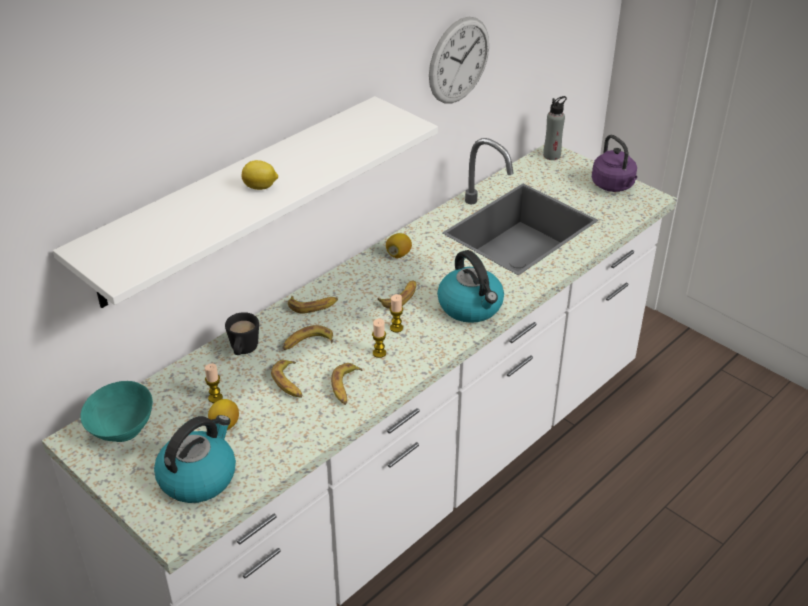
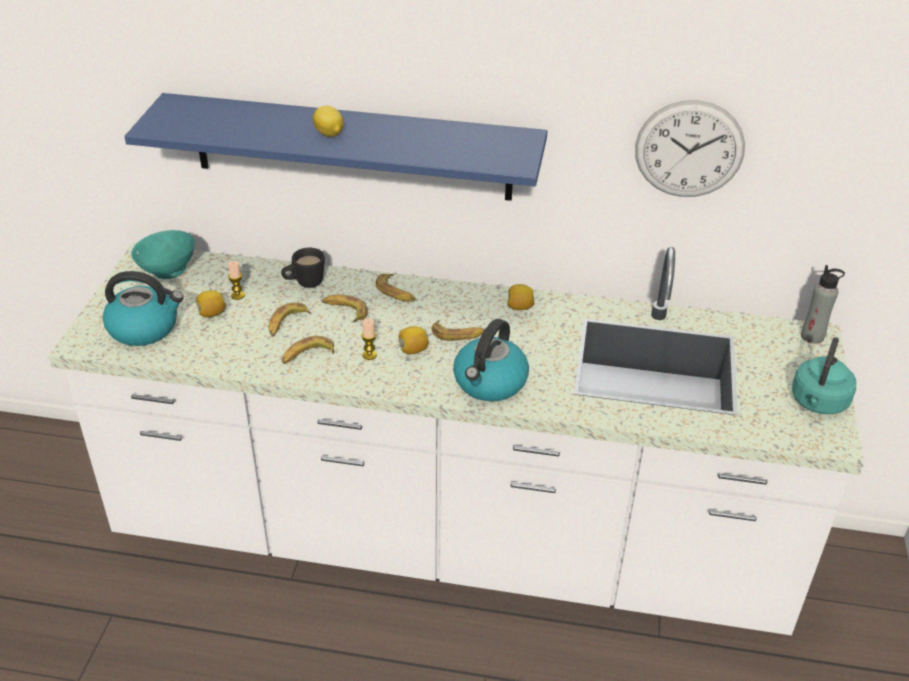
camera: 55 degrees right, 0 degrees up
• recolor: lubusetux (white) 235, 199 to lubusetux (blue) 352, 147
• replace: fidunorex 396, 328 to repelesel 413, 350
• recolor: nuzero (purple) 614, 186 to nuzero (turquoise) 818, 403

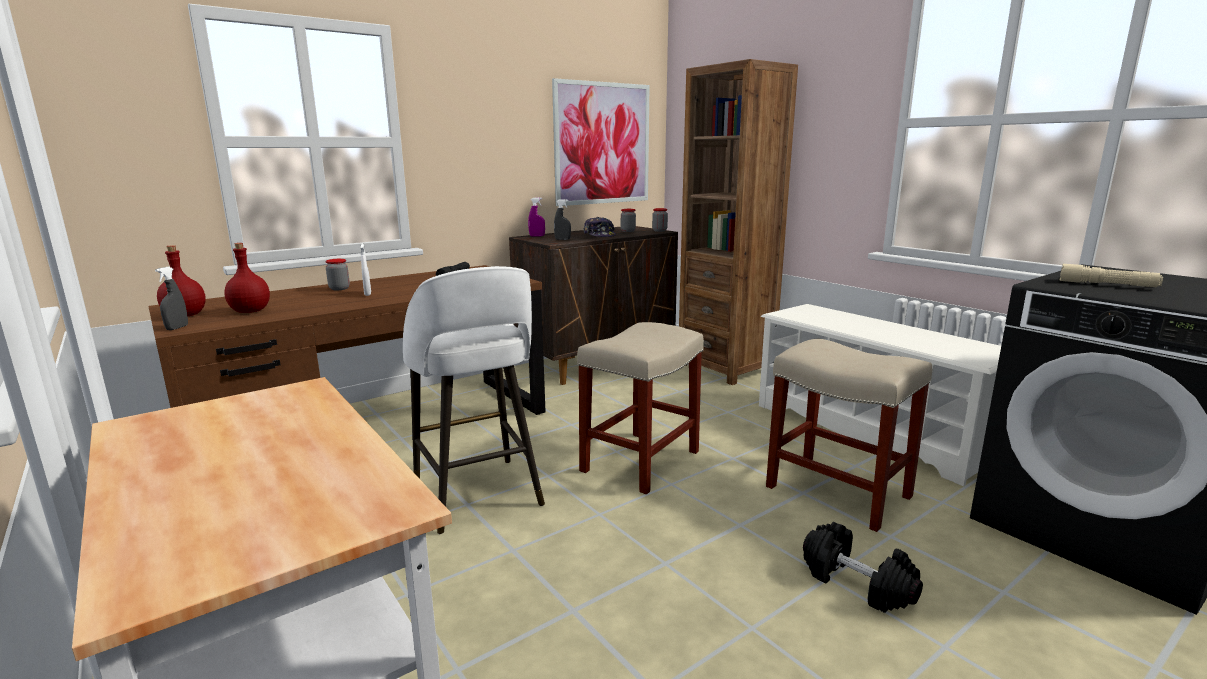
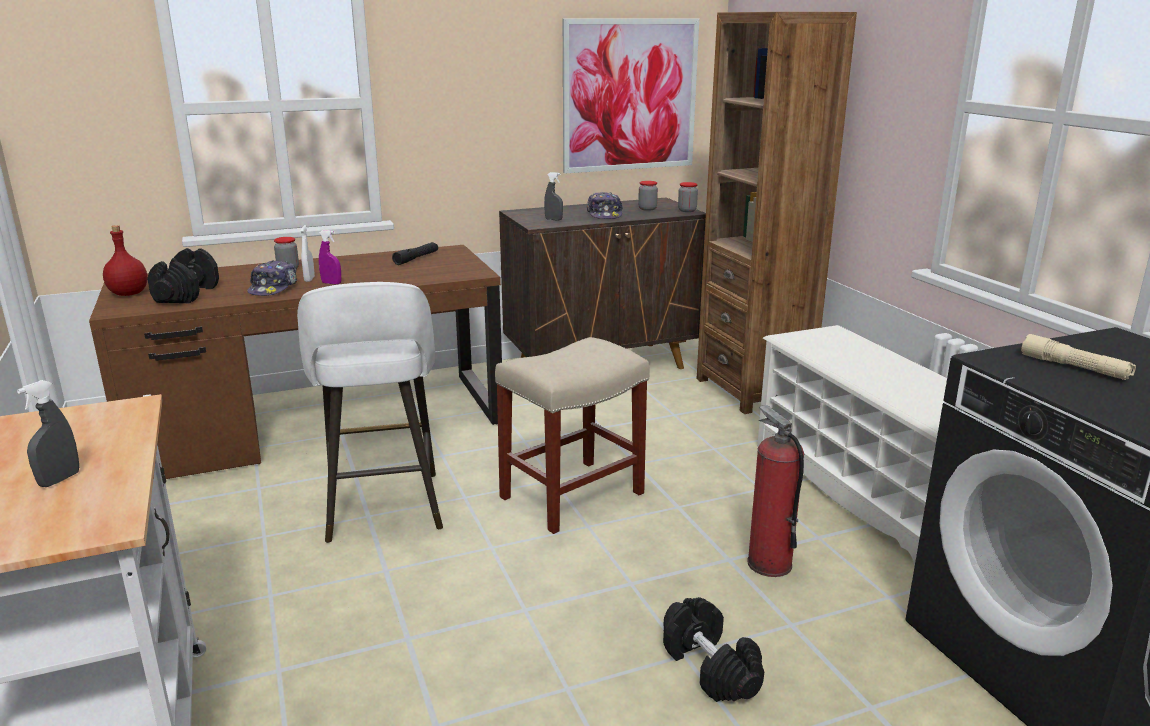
camera: 15 degrees right, 5 degrees up
• move: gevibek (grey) 177, 328 to 59, 480
• replace: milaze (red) 250, 311 to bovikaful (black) 186, 294
• insert: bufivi 274, 288
• move: gevibek (purple) 537, 236 to 331, 283
• replace: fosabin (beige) 835, 491 to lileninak 768, 563

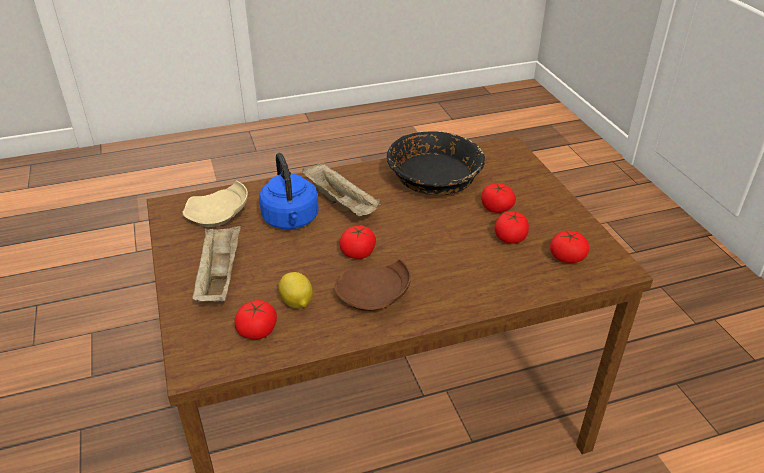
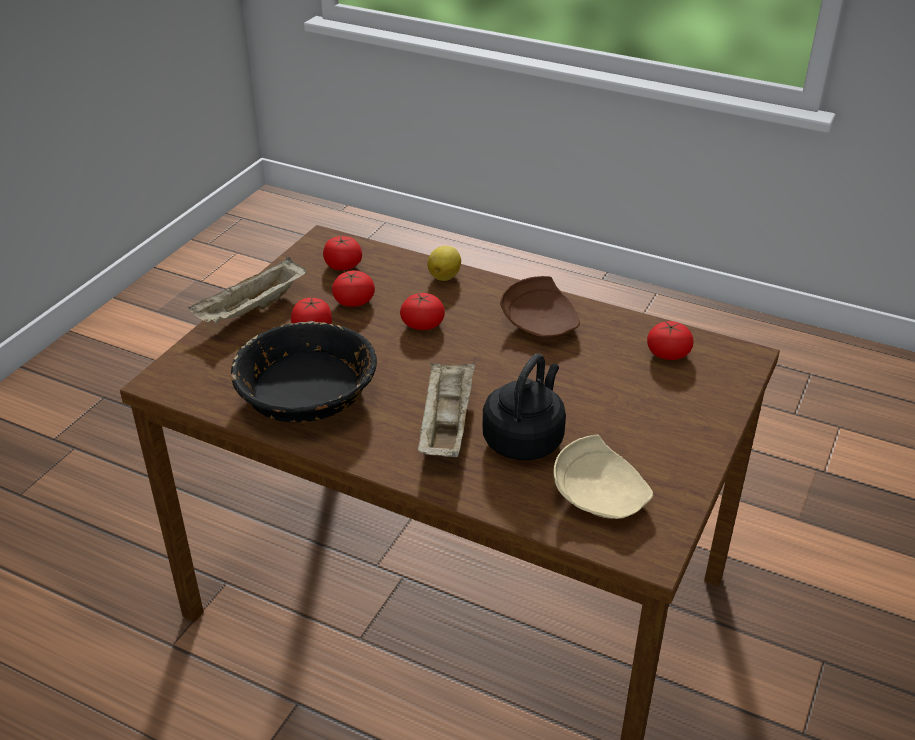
camera: 135 degrees left, 0 degrees up
• move: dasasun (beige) 219, 276 to 252, 310
• move: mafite 358, 252 to 422, 324
• move: repelesel 296, 303 to 445, 276
• recolor: nuzero (blue) 291, 220 to nuzero (black) 525, 438

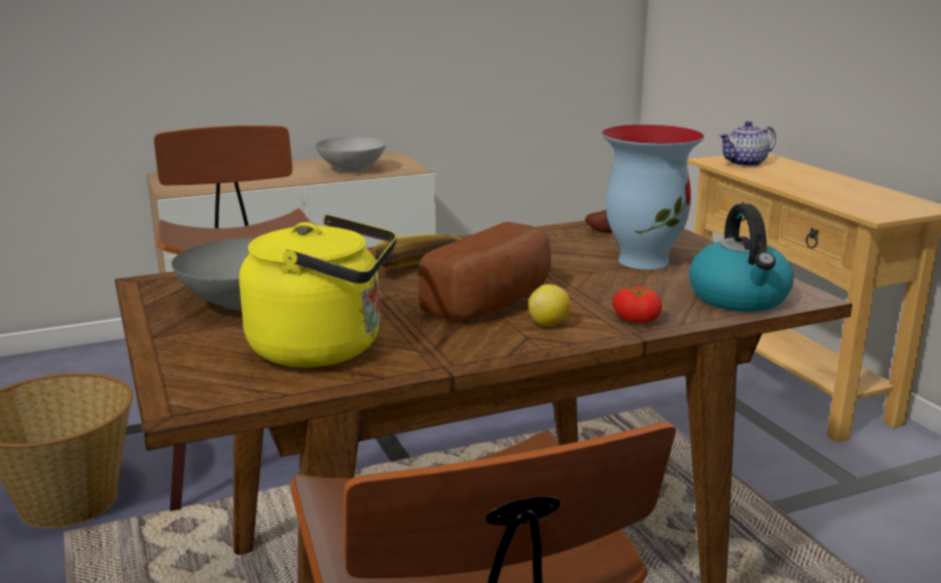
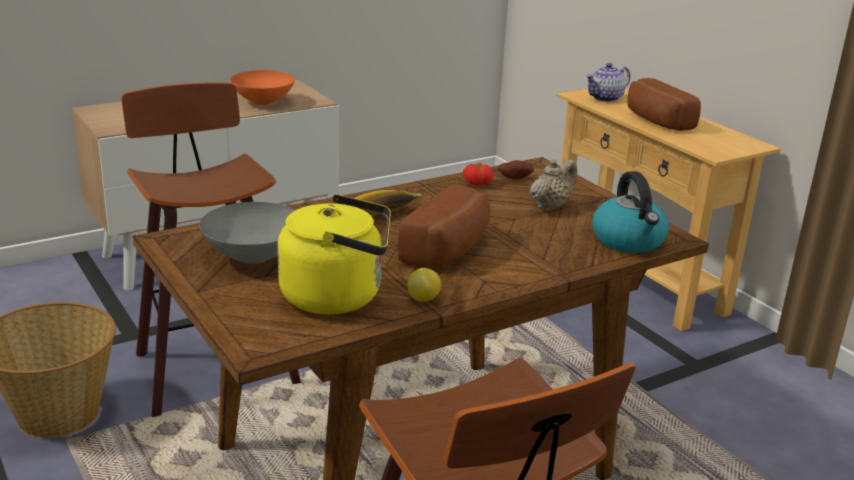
camera: 10 degrees left, 5 degrees up
• recolor: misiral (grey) 351, 169 to misiral (orange) 262, 102
• move: repelesel 549, 324 to 423, 299
• move: mafite 637, 318 to 478, 183
• replace: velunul 643, 260 to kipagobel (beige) 550, 206
• insert: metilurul 655, 121

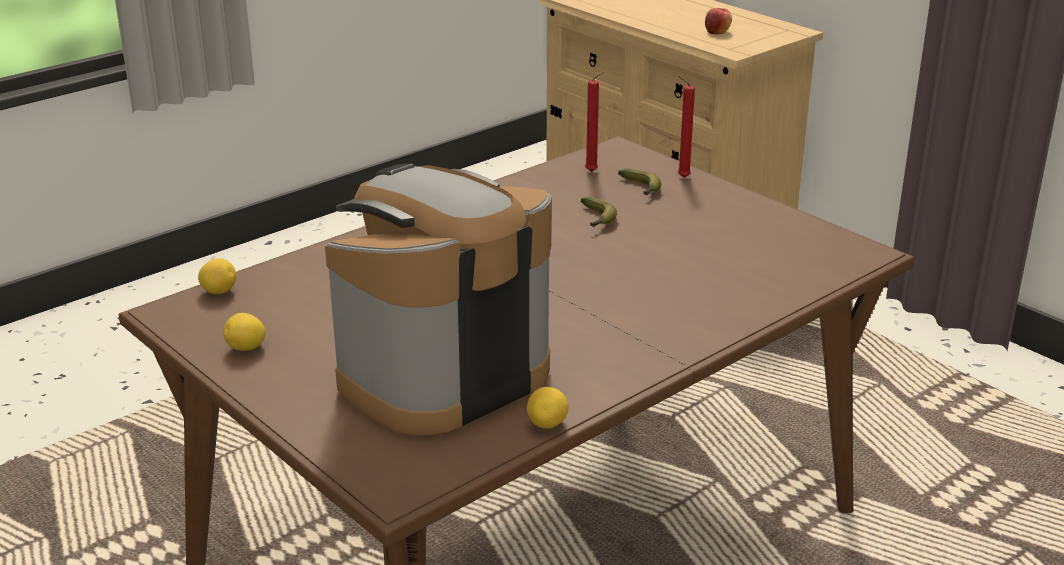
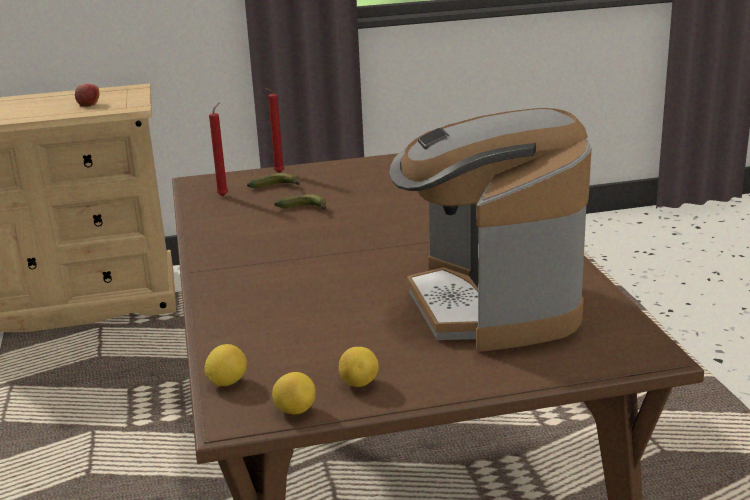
camera: 60 degrees left, 5 degrees down
• move: repelesel 547, 424 to 295, 411

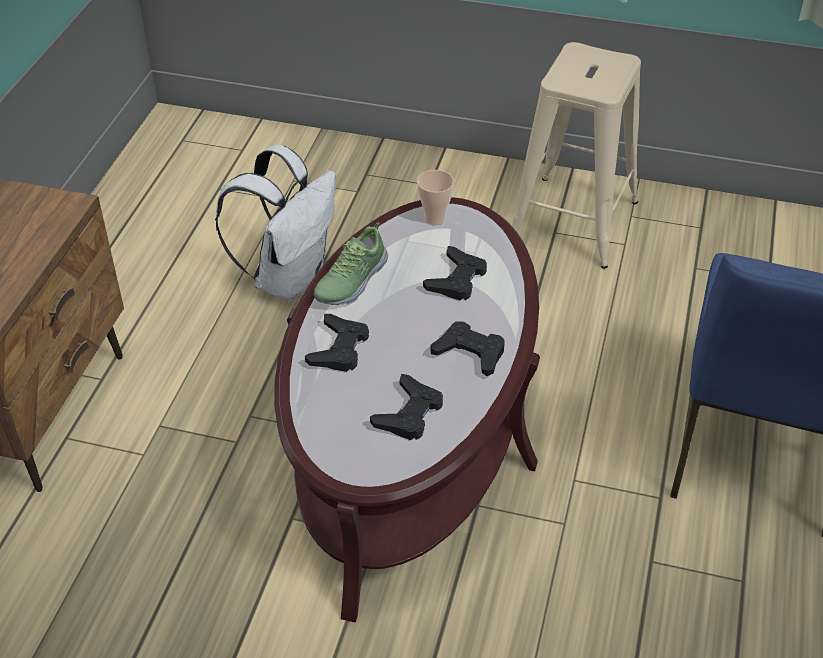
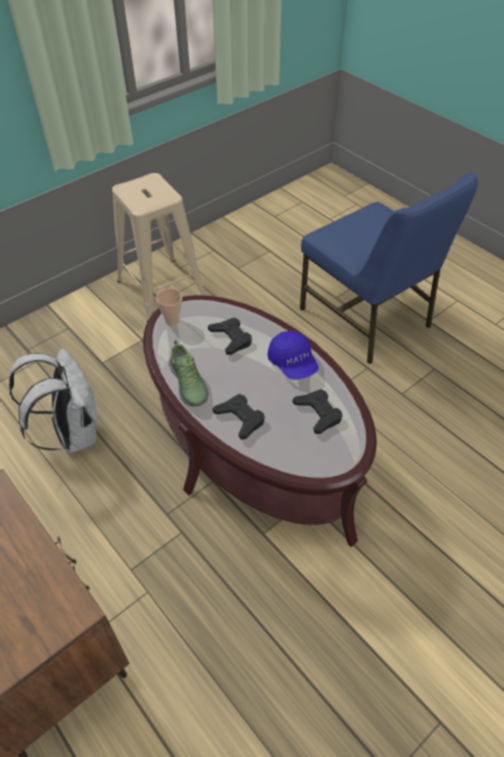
camera: 55 degrees left, 5 degrees up
• replace: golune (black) 470, 353 to bufivi (blue) 293, 363

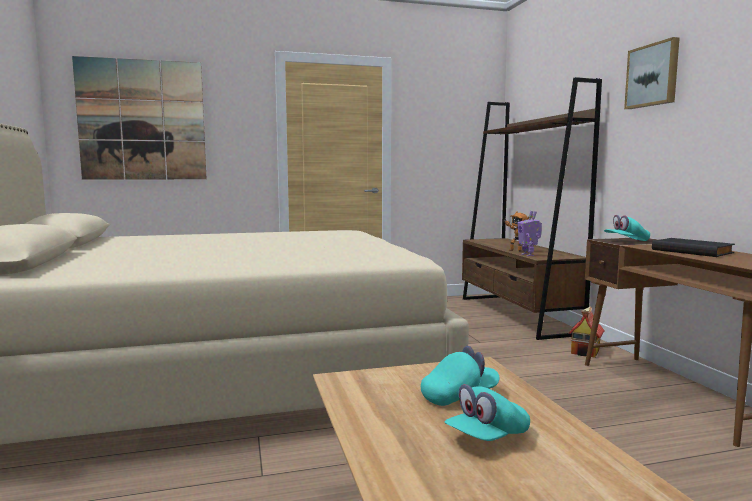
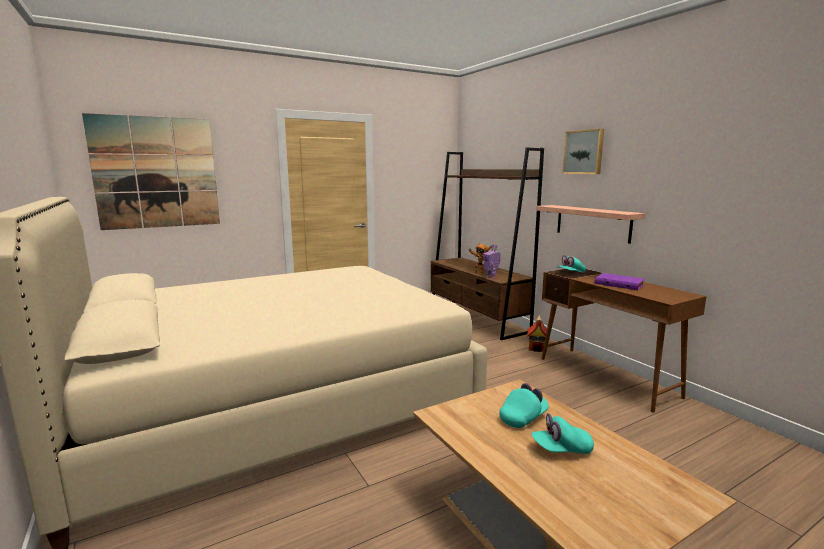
camera: 15 degrees left, 5 degrees up
• rotate: bufivi (turquoise) 487, 437 = 561, 449 45 degrees clockwise
• insert: lubusetux 592, 223
• recolor: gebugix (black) 693, 251 to gebugix (purple) 620, 284

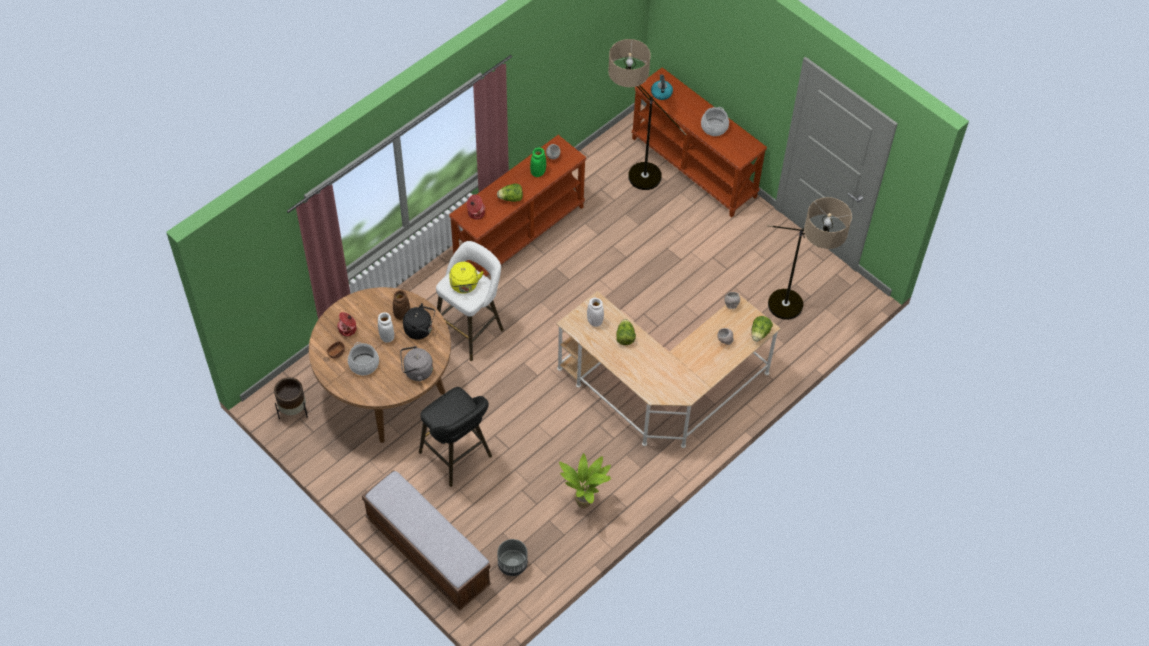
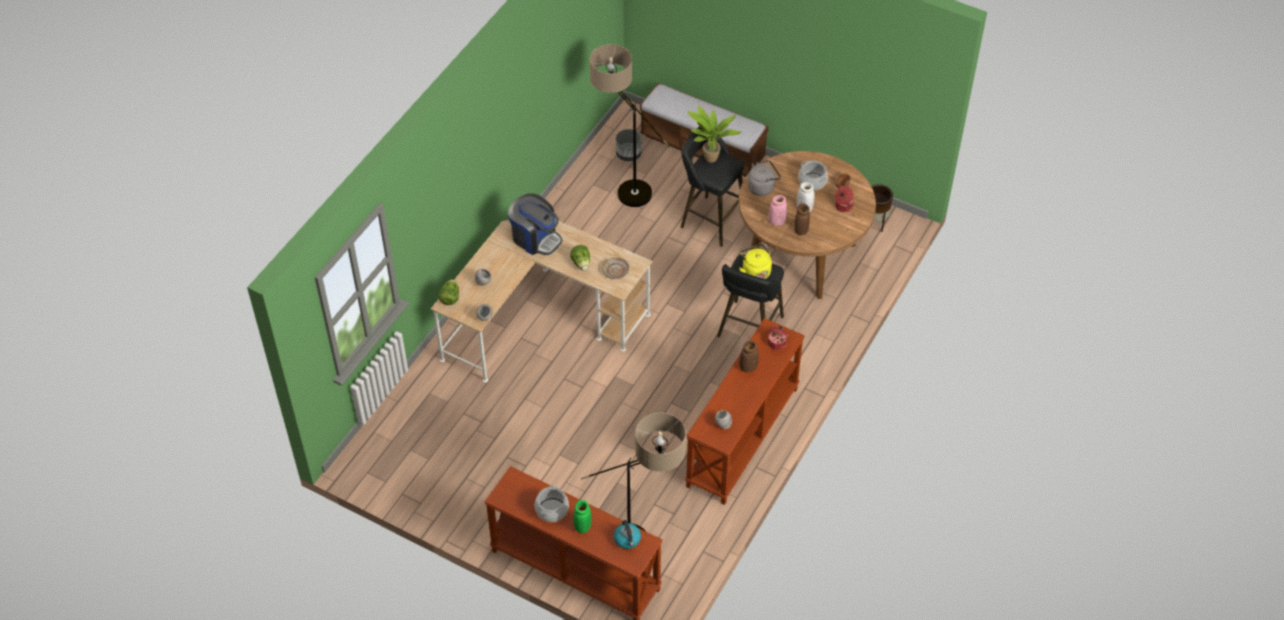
camera: 165 degrees right, 5 degrees down
• insert: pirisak 535, 238
• move: velunul (green) 538, 172 to 583, 526
• move: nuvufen 795, 314 to 622, 188
• replace: velunul (white) 595, 321 to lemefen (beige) 615, 271
• move: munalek 585, 501 to 710, 160
• recolor: fosabin (white) 471, 329 to fosabin (black) 749, 329
• replace: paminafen 511, 198 to velunul (brown) 748, 367
• replace: nuzero (black) 420, 330 to velunul (pink) 777, 221

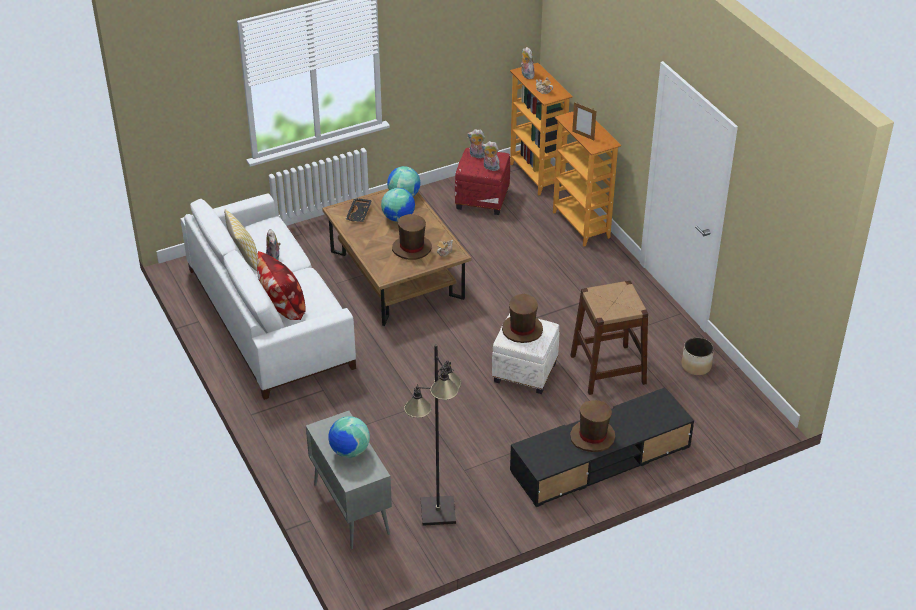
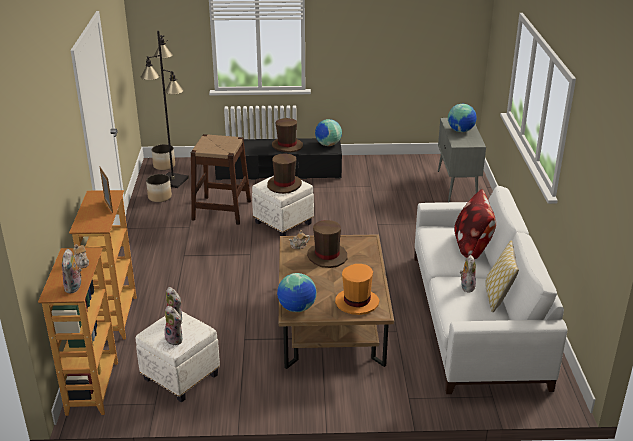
camera: 155 degrees left, 10 degrees down
• recolor: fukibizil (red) 483, 200 to fukibizil (white) 179, 377
• move: nuvufen (black) 437, 512 to 173, 181
• insert: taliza 164, 165
• move: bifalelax 398, 218 to 328, 144
• replace: dasasun (black) 359, 213 to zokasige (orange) 357, 303

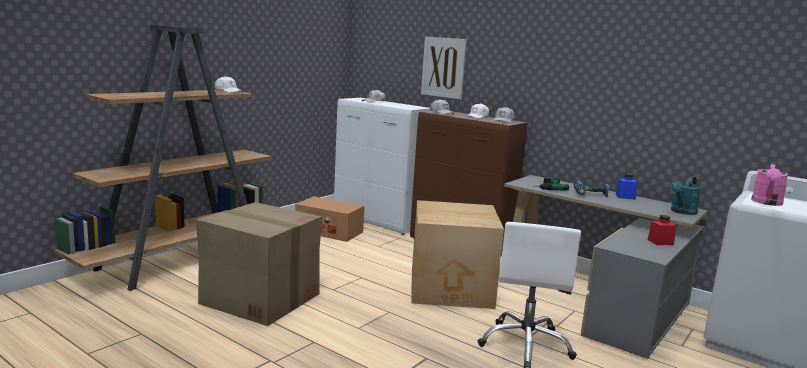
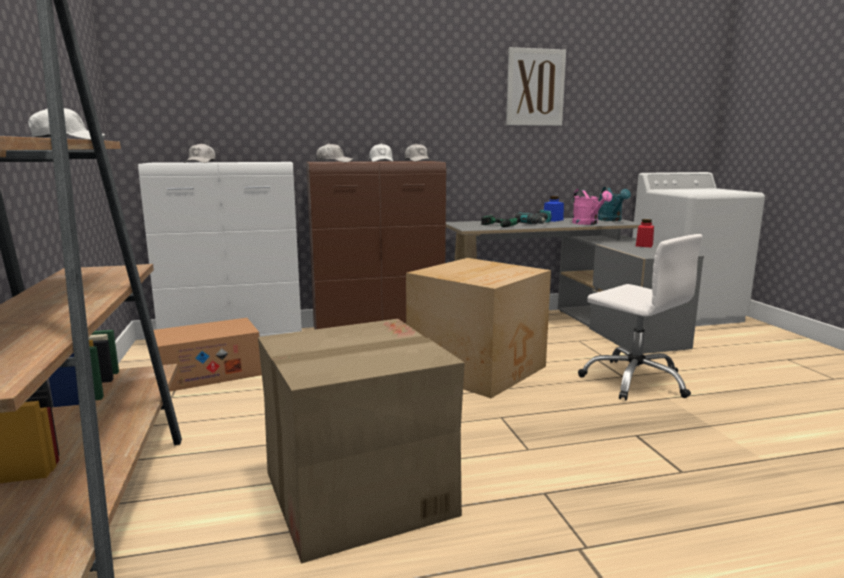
camera: 50 degrees left, 0 degrees up
• move: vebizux 443, 67 to 535, 87
• move: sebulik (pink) 767, 203 to 588, 223

